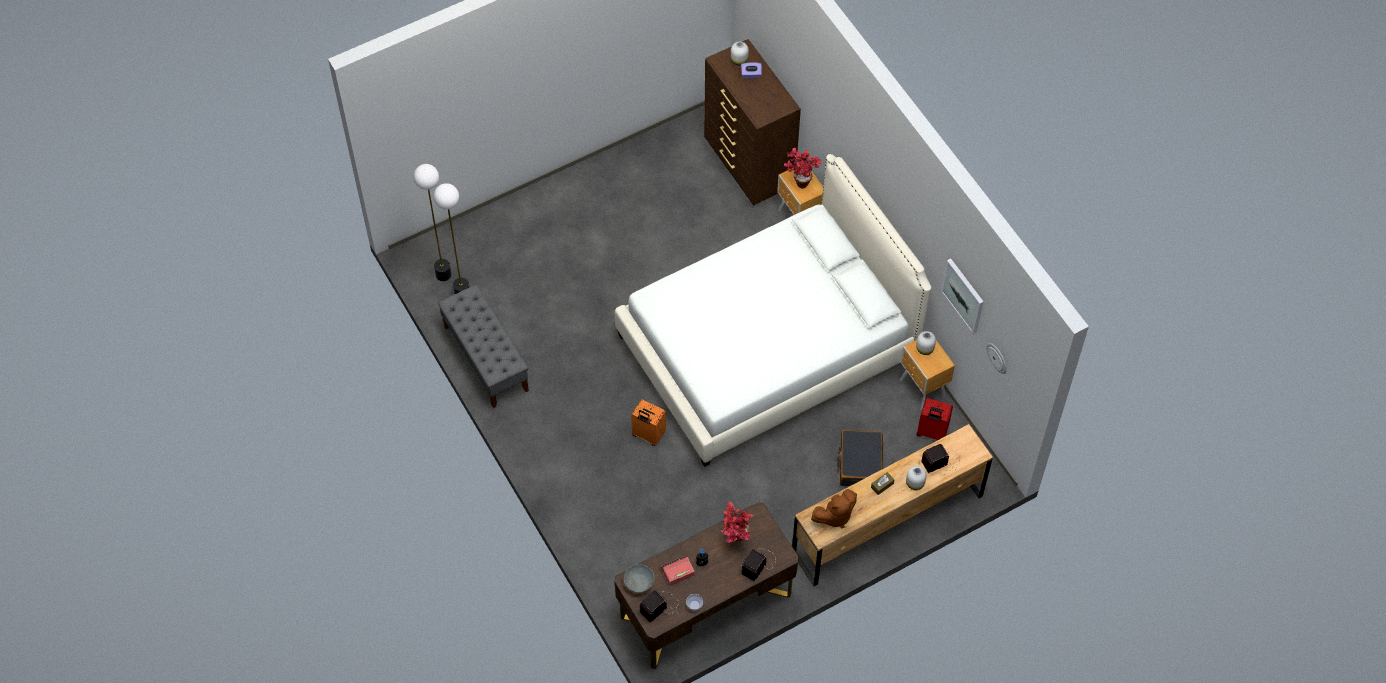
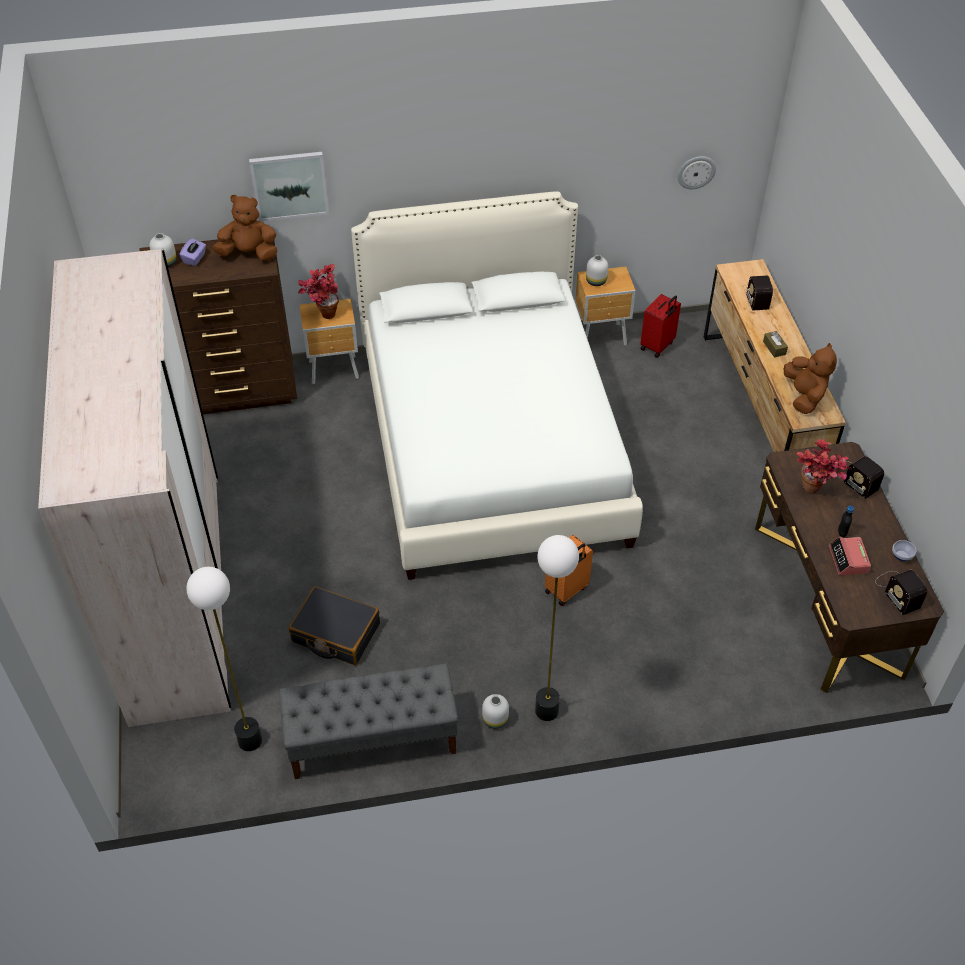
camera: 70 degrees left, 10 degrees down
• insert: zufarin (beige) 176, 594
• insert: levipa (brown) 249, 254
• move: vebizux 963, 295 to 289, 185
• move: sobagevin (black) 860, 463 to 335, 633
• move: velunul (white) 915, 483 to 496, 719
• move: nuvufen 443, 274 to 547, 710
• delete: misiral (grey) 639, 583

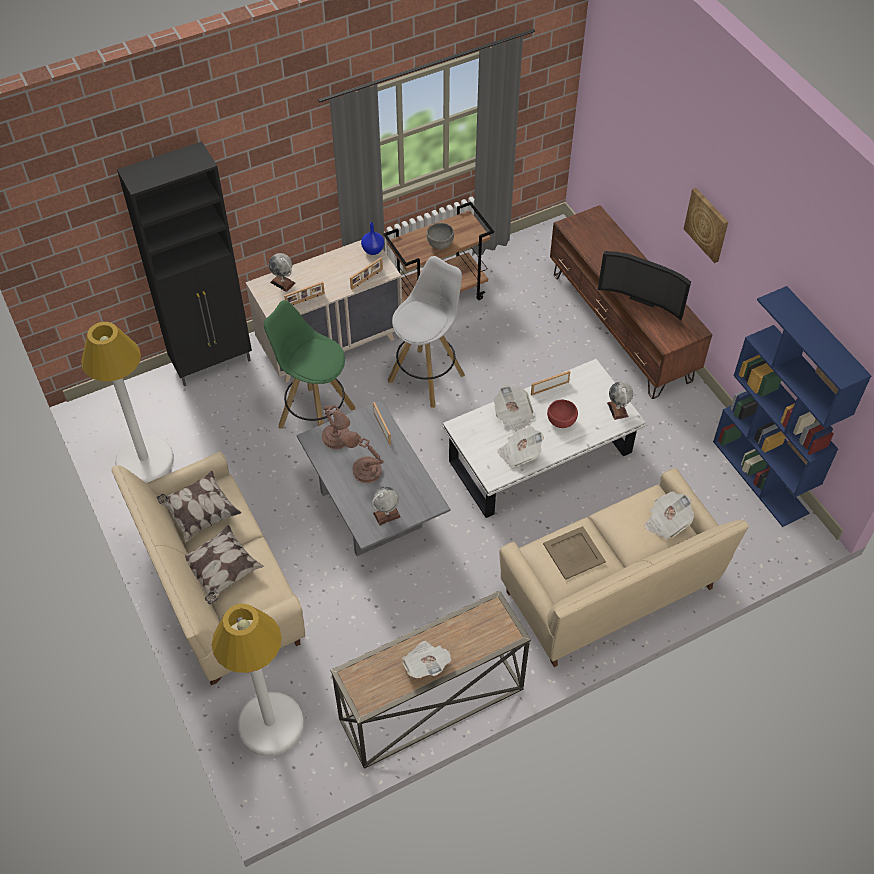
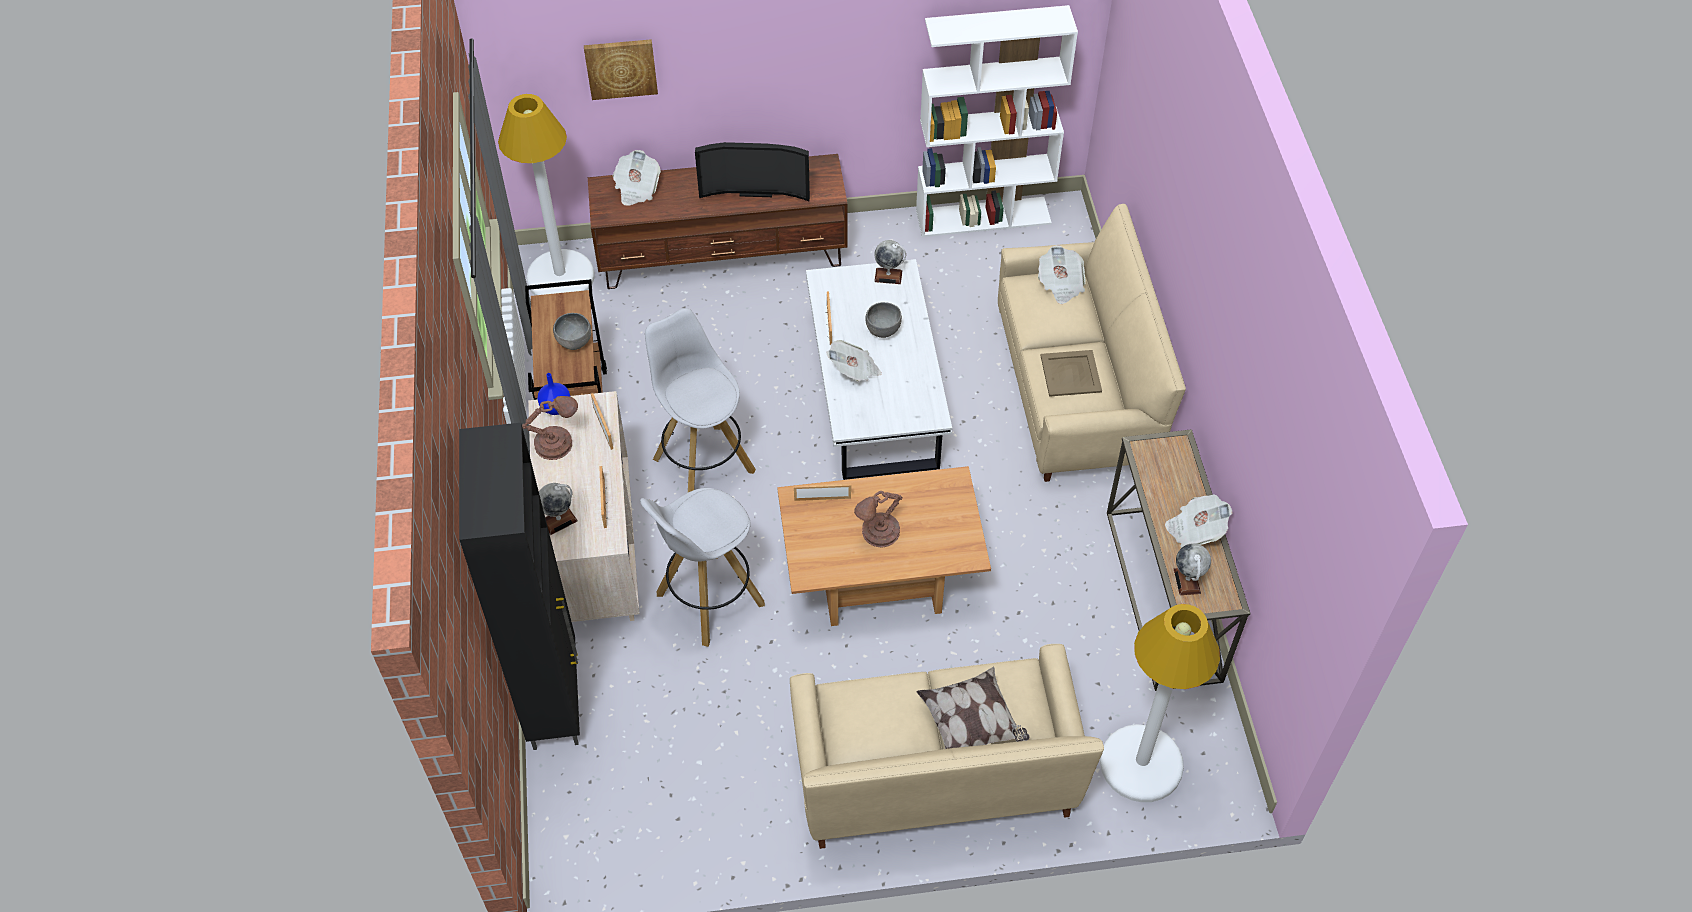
camera: 70 degrees left, 0 degrees up
• move: nuvufen (white) 144, 461 to 560, 277
• move: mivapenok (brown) 337, 439 to 557, 444
• move: vebizux 707, 224 to 621, 68
• move: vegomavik 519, 453 to 636, 188
• recolor: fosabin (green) 315, 417 to fosabin (white) 708, 600
• rotate: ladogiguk 643, 297 = 755, 190 45 degrees clockwise
• recolor: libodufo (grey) 374, 509 to libodufo (brown) 880, 576
• recolor: misiral (red) 561, 422 to misiral (grey) 883, 330
• recolor: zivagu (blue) 761, 477 to zivagu (white) 984, 216
• move: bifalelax 386, 515 to 1187, 581
• delete: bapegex 200, 513

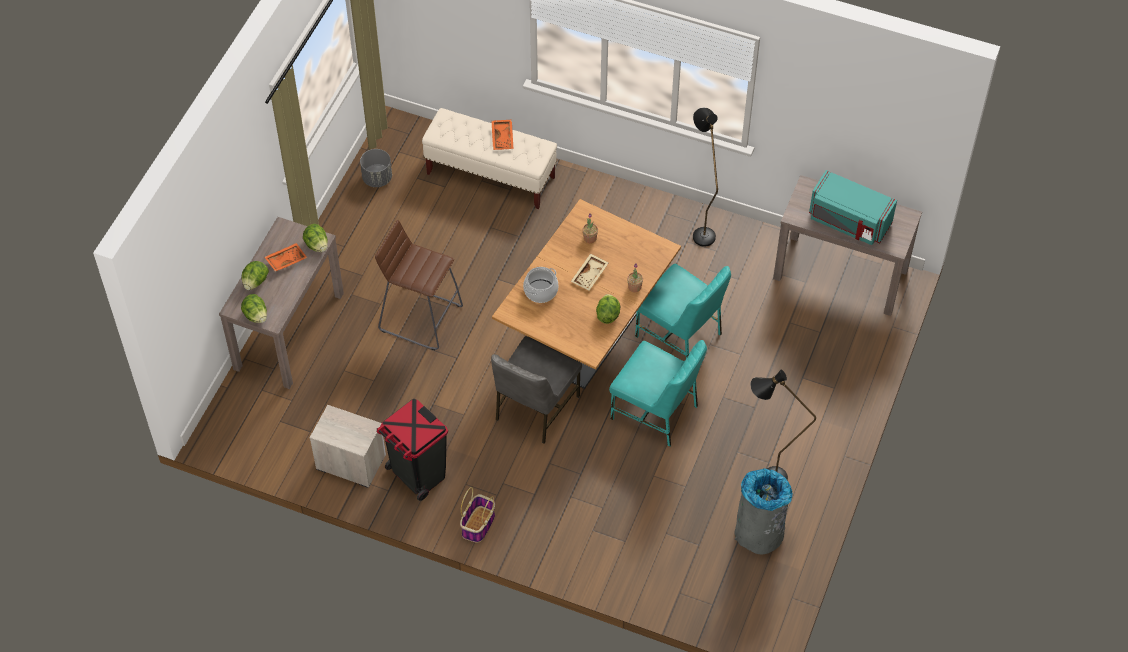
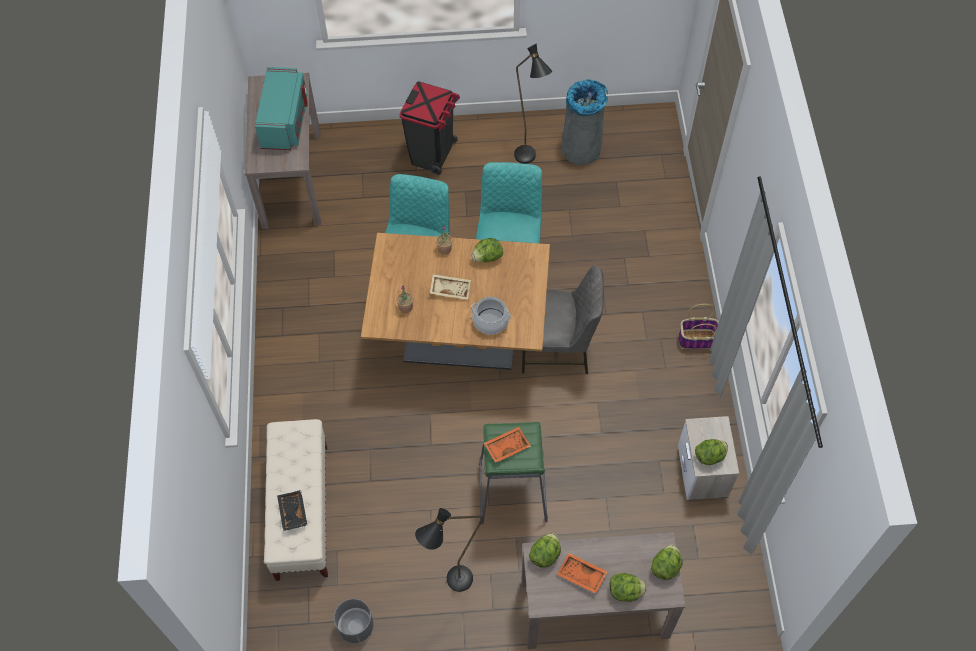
camera: 115 degrees left, 5 degrees up
• insert: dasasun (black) 292, 512
• move: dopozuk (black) 418, 474 to 432, 154
• move: nuvufen (black) 700, 230 to 452, 586
• recolor: fosabin (brown) 420, 317 to fosabin (green) 511, 491
• move: dasasun (orange) 503, 138 to 506, 446
• insert: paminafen 710, 456

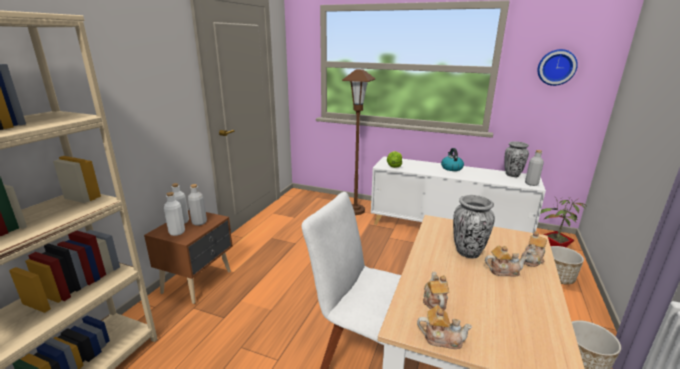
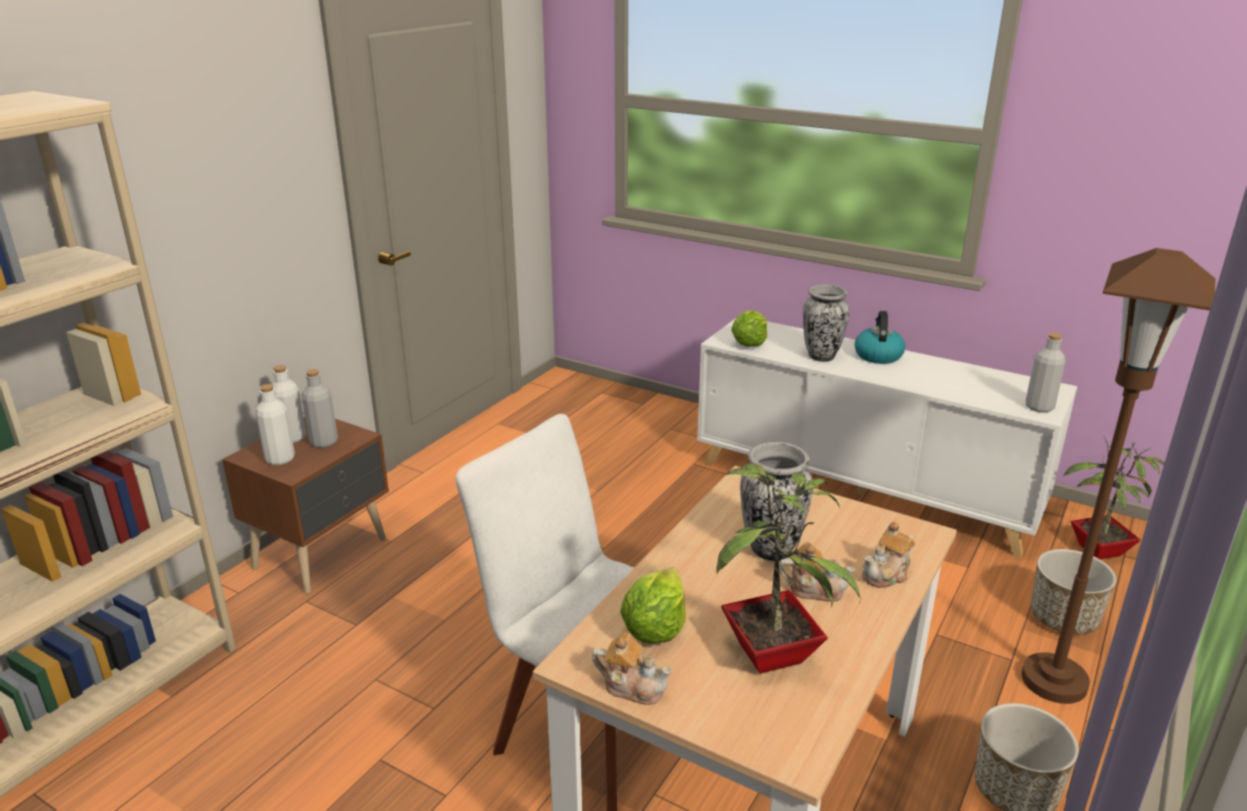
camera: 10 degrees right, 5 degrees up
• replace: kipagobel 434, 301 to paminafen 655, 628
• insert: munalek 774, 653
• move: velunul 512, 175 to 821, 356
• move: nuvufen (brown) 355, 210 to 1054, 681
• delete: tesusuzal 556, 67

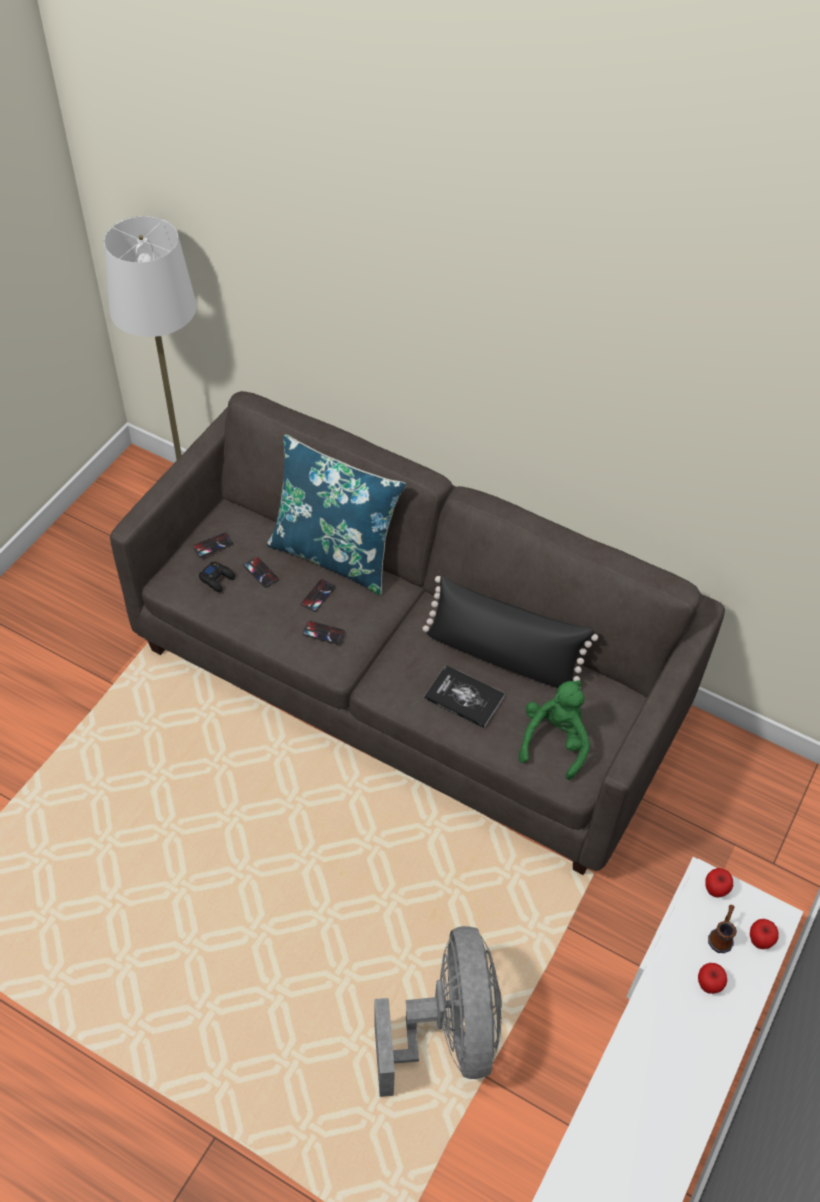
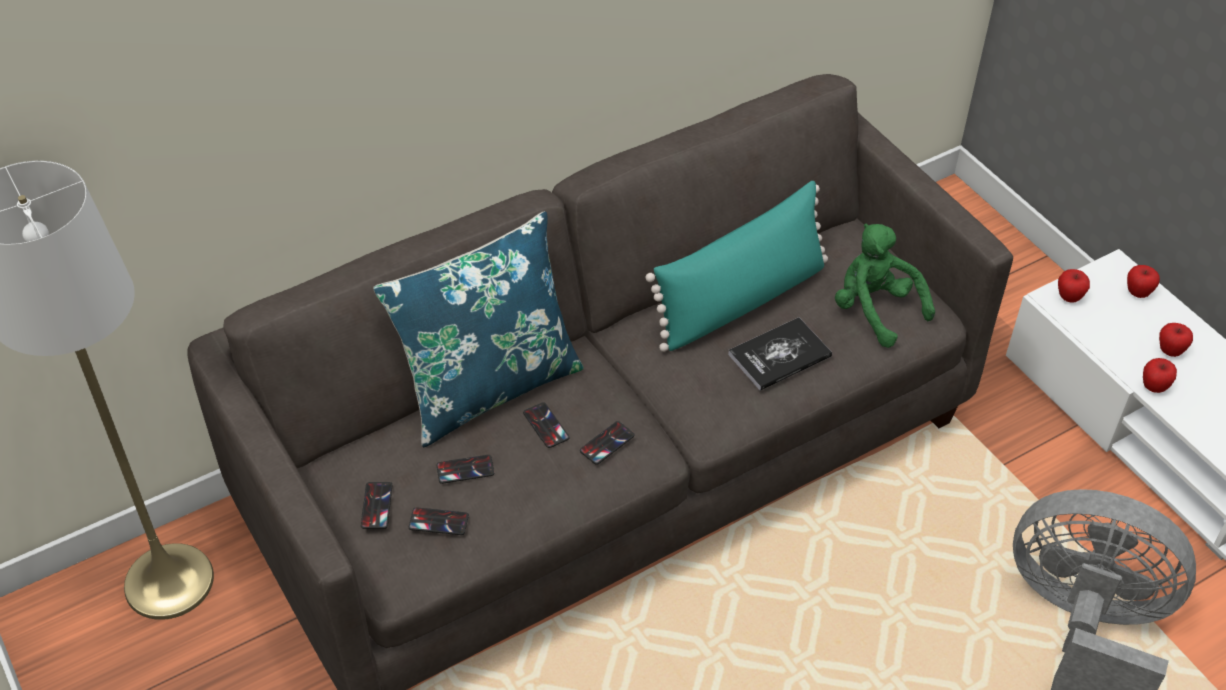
camera: 60 degrees left, 5 degrees down
• replace: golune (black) 217, 579 to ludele 438, 521
• recolor: bapegex (black) 503, 655 to bapegex (turquoise) 741, 300
• insert: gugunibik 1154, 387
• delete: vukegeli 721, 935

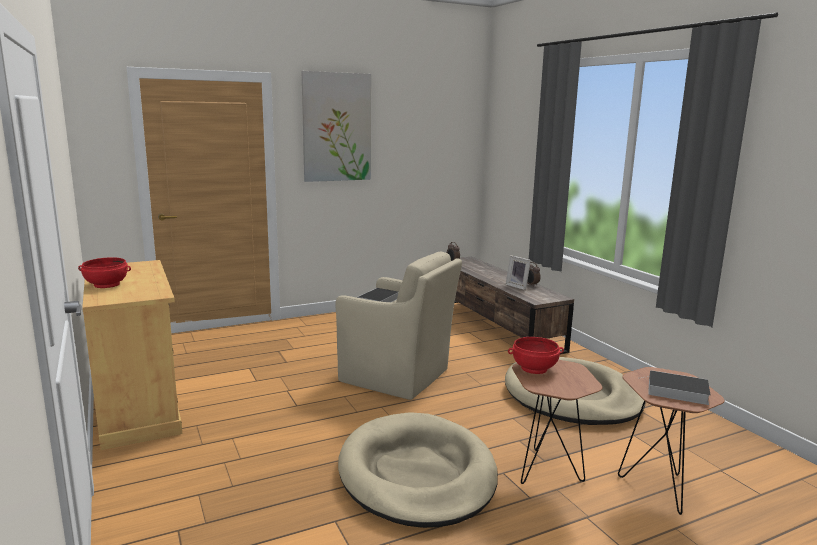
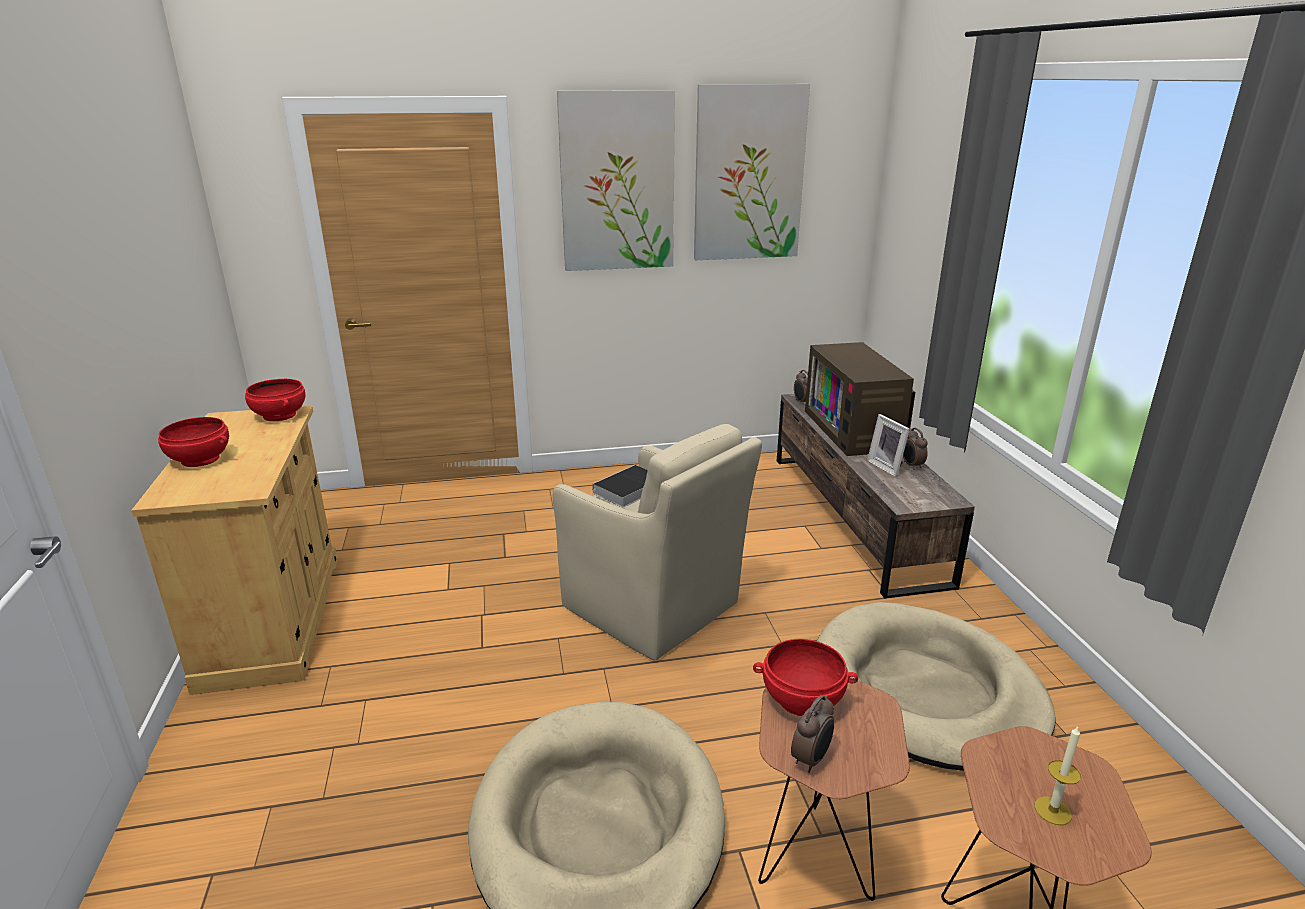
camera: 15 degrees right, 10 degrees up
• insert: misiral (red) 279, 416
• insert: vebizux 748, 174
• insert: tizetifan 811, 759
• insert: ladogiguk 855, 430
• replace: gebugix 675, 391 to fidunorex 1052, 810

